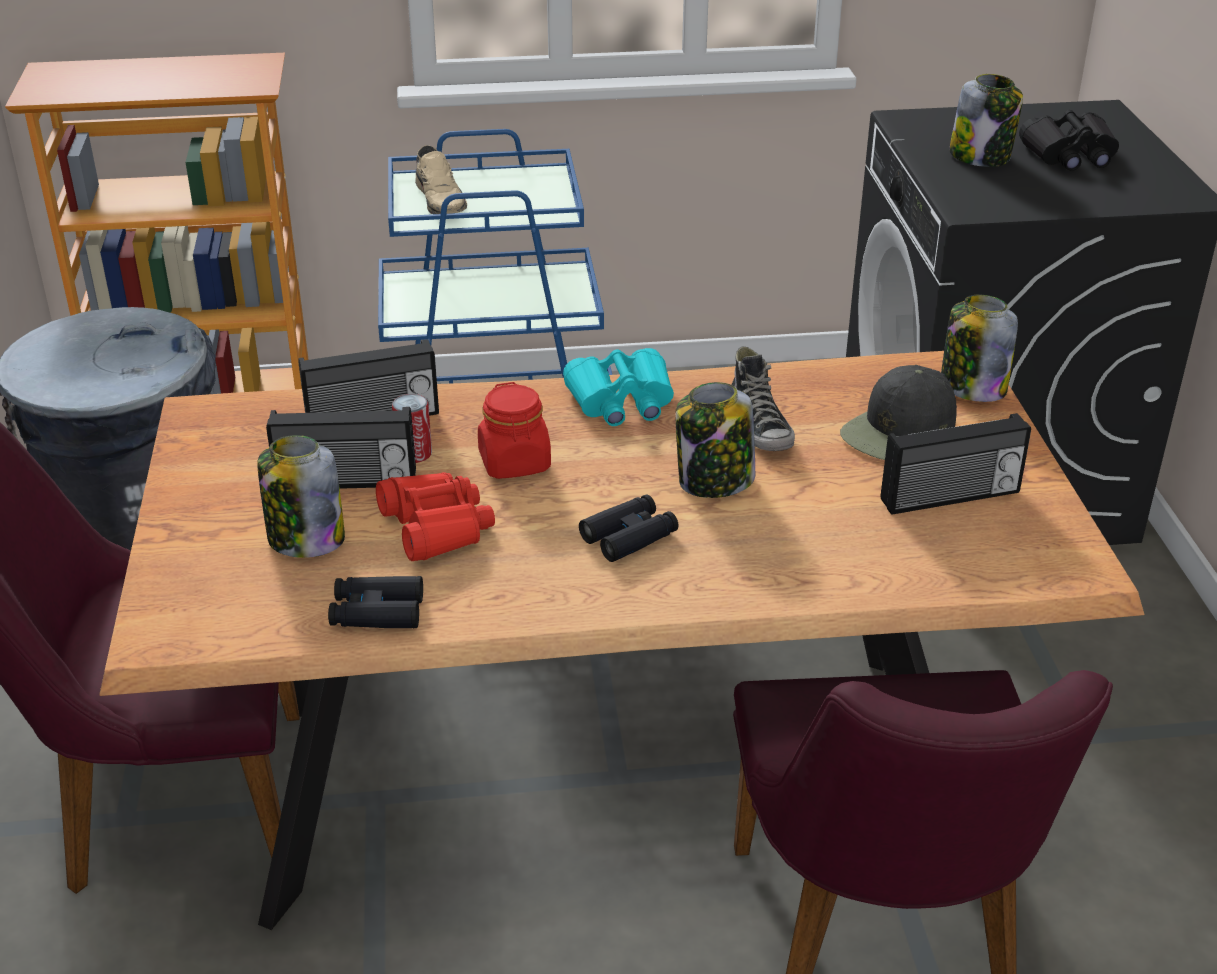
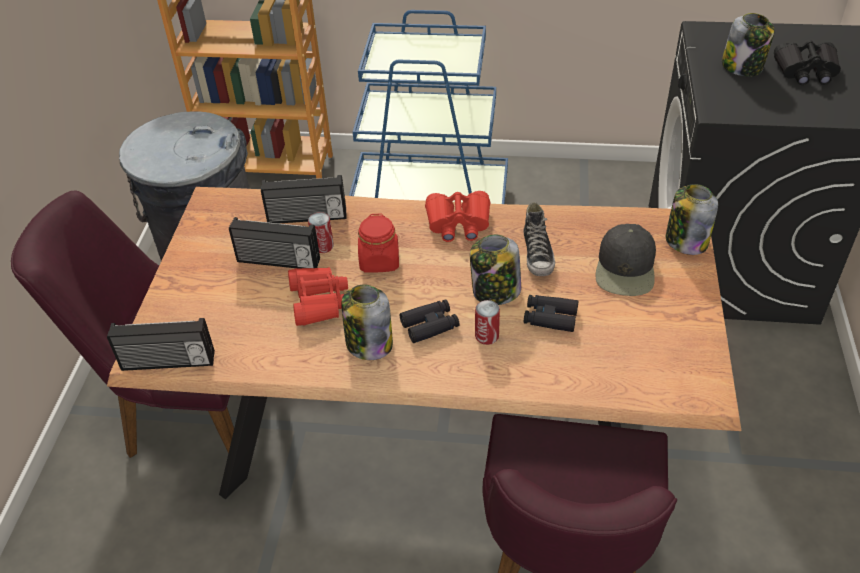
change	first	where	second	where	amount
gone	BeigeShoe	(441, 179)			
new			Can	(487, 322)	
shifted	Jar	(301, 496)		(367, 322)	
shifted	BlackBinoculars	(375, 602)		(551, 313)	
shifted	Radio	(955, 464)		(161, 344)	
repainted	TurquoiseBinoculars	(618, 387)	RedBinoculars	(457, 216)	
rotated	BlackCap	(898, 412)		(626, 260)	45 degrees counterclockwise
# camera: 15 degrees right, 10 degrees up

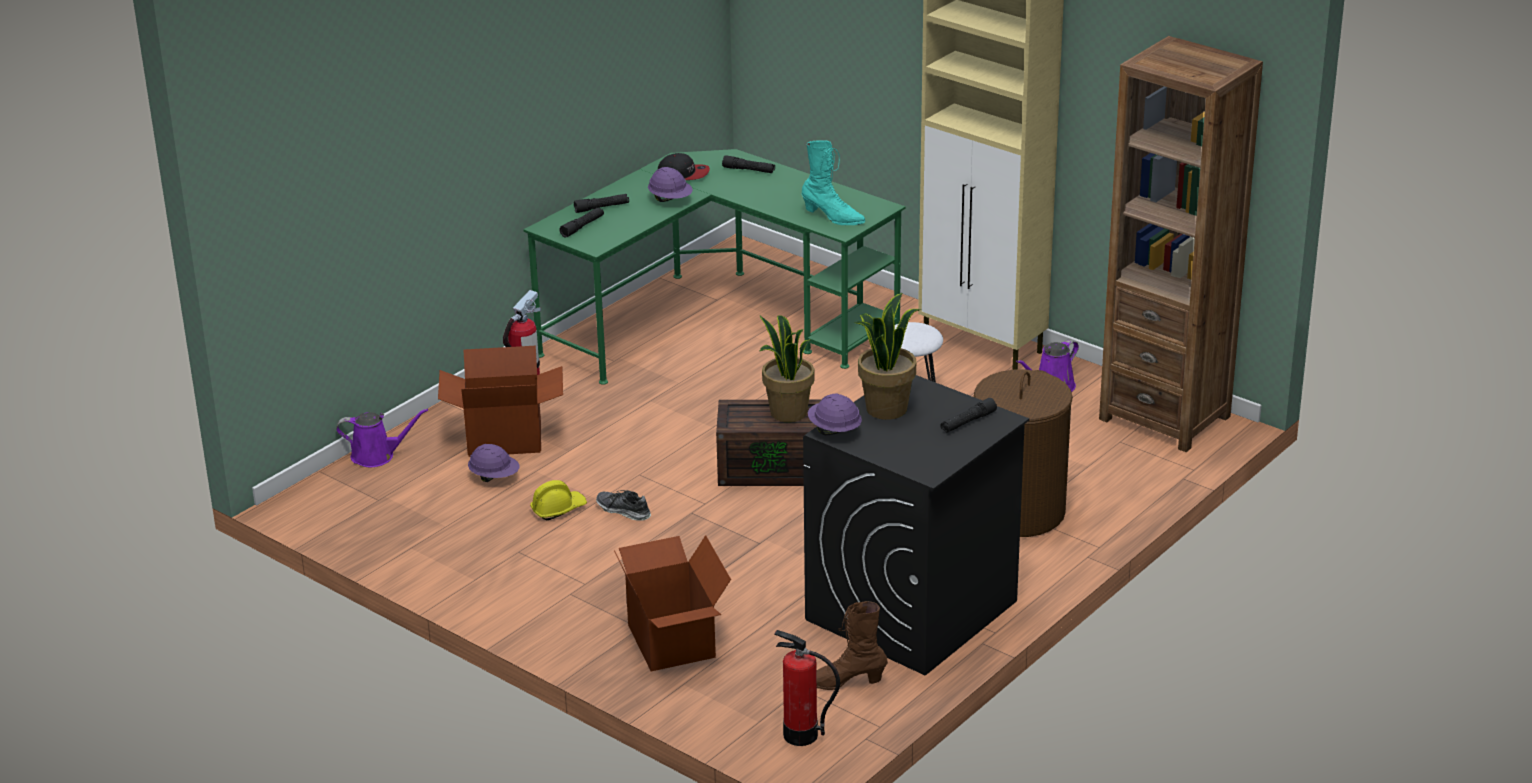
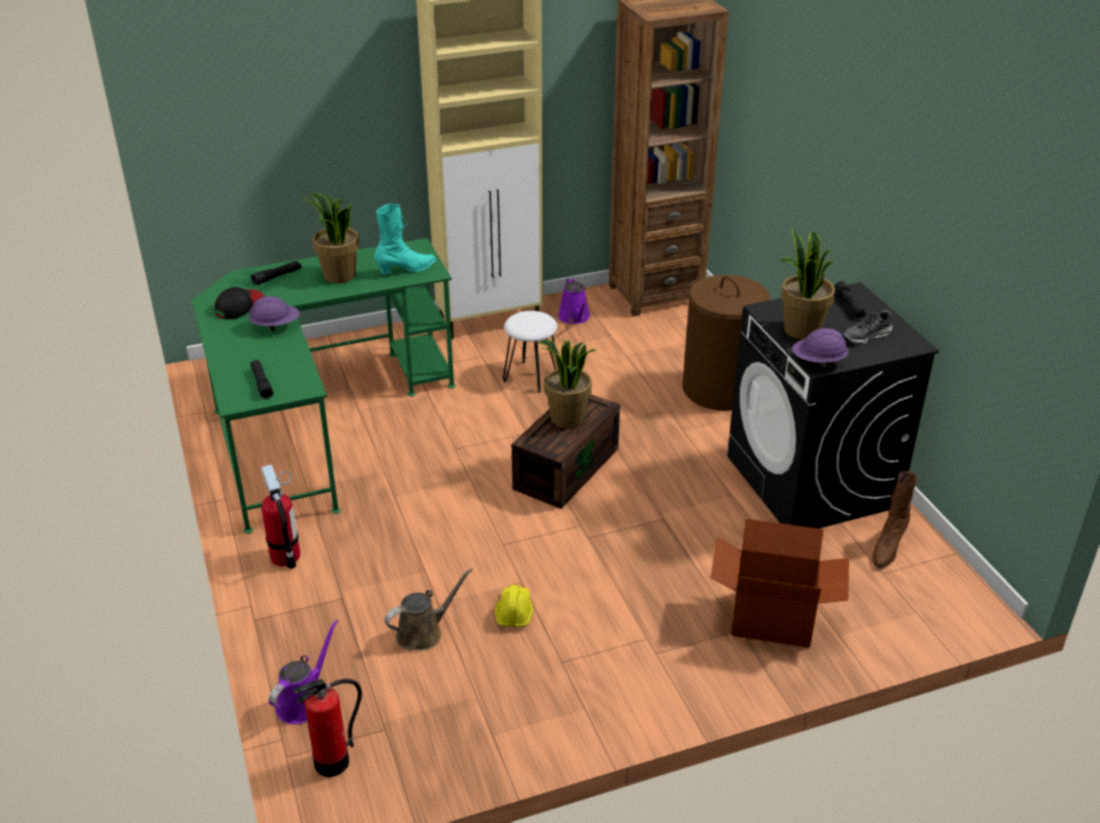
change	first	where	second	where	amount
gone	CardboardBox	(500, 401)			
gone	BlackFlashlight	(601, 203)			
new			PottedPlant	(330, 238)	
shifted	Shoe	(623, 505)		(868, 327)	
shifted	FireExtinguisher	(807, 688)		(327, 728)	
swapped	PurpleHardHat	(494, 463)	BrownWateringCan	(428, 609)	
# camera: 60 degrees left, 5 degrees up

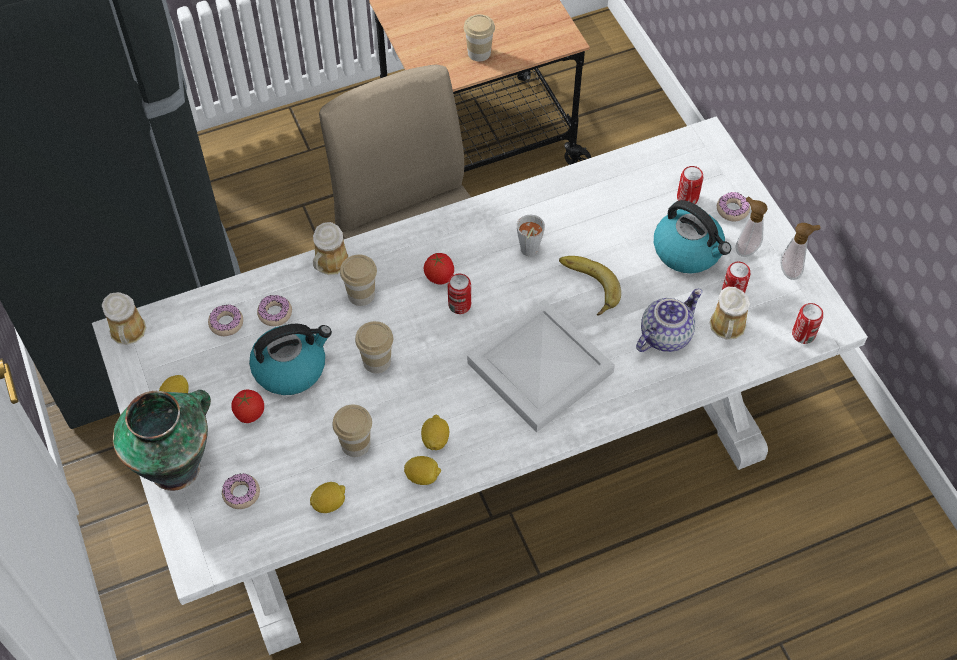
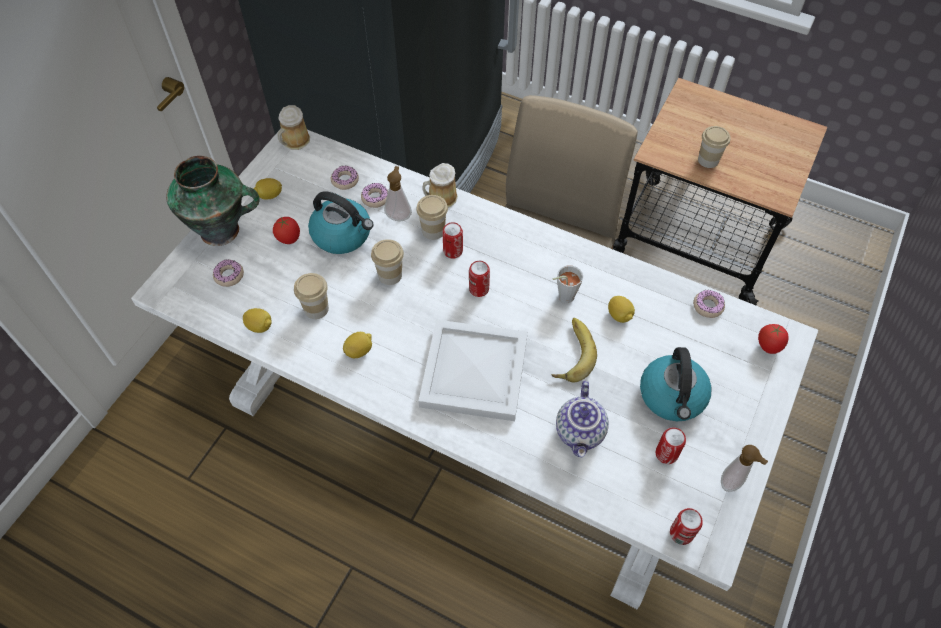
change	first	where	second	where	amount
gone	Mug	(729, 313)			
shifted	Lemon	(422, 470)		(621, 309)	
shifted	Tomato	(438, 269)		(773, 339)	
shifted	Can	(690, 185)		(452, 240)	
shifted	Donut	(733, 206)		(709, 304)	
shifted	SoapDispenser	(752, 226)		(398, 193)	
rotated	Teapot	(669, 320)		(582, 419)	90 degrees clockwise
# camera: 50 degrees right, 0 degrees up

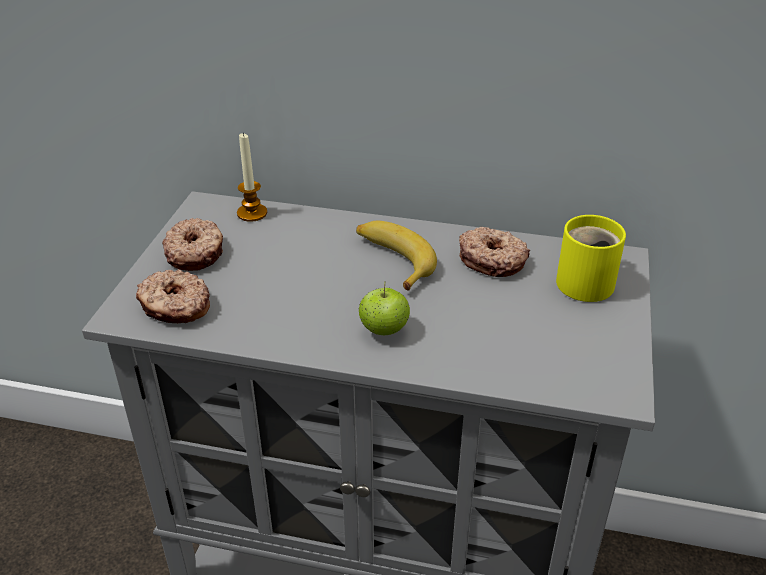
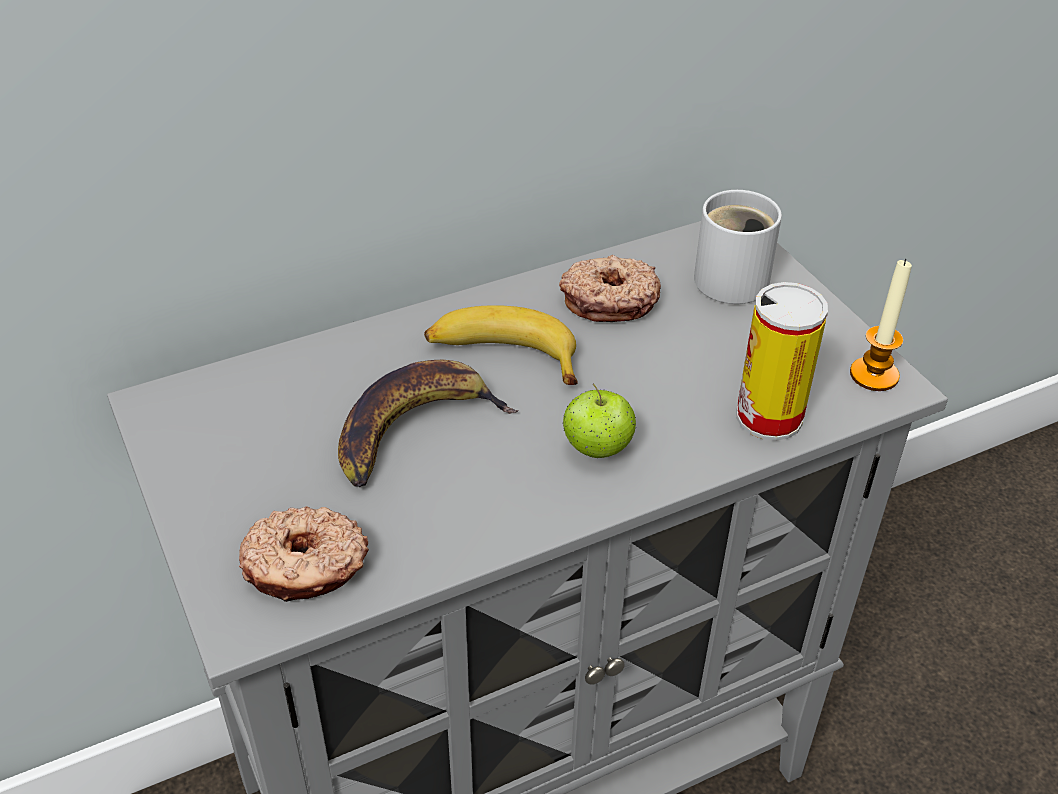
change	first	where	second	where	amount
gone	Donut	(192, 244)			
new			Banana	(428, 423)	
new			Can	(782, 361)	
shifted	Candle	(252, 177)		(881, 325)	
repainted	YellowMug	(591, 258)	WhiteMug	(738, 247)	
# camera: 40 degrees left, 5 degrees up

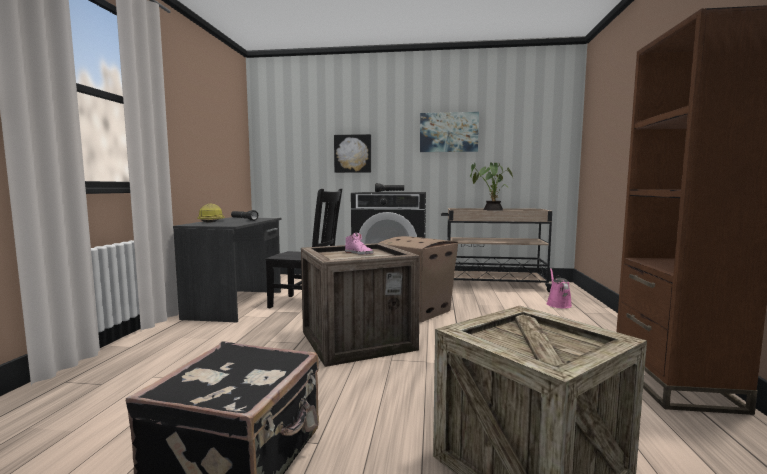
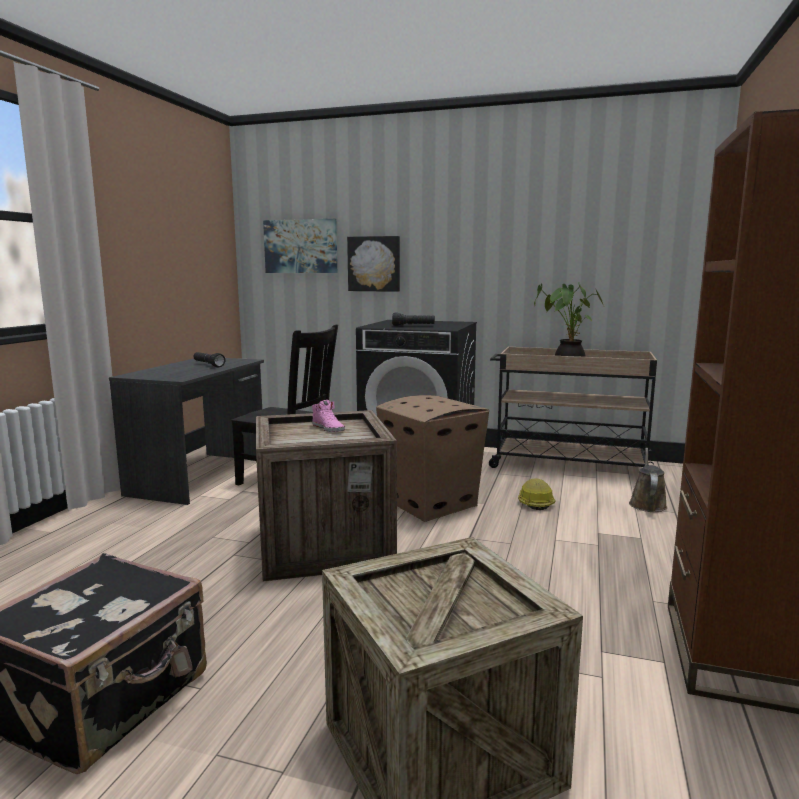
change	first	where	second	where	amount
shifted	HardHat	(211, 212)		(537, 494)	
shifted	Picture	(449, 132)		(300, 246)	
repainted	PinkWateringCan	(559, 288)	BrownWateringCan	(648, 480)	
# camera: 10 degrees right, 5 degrees up

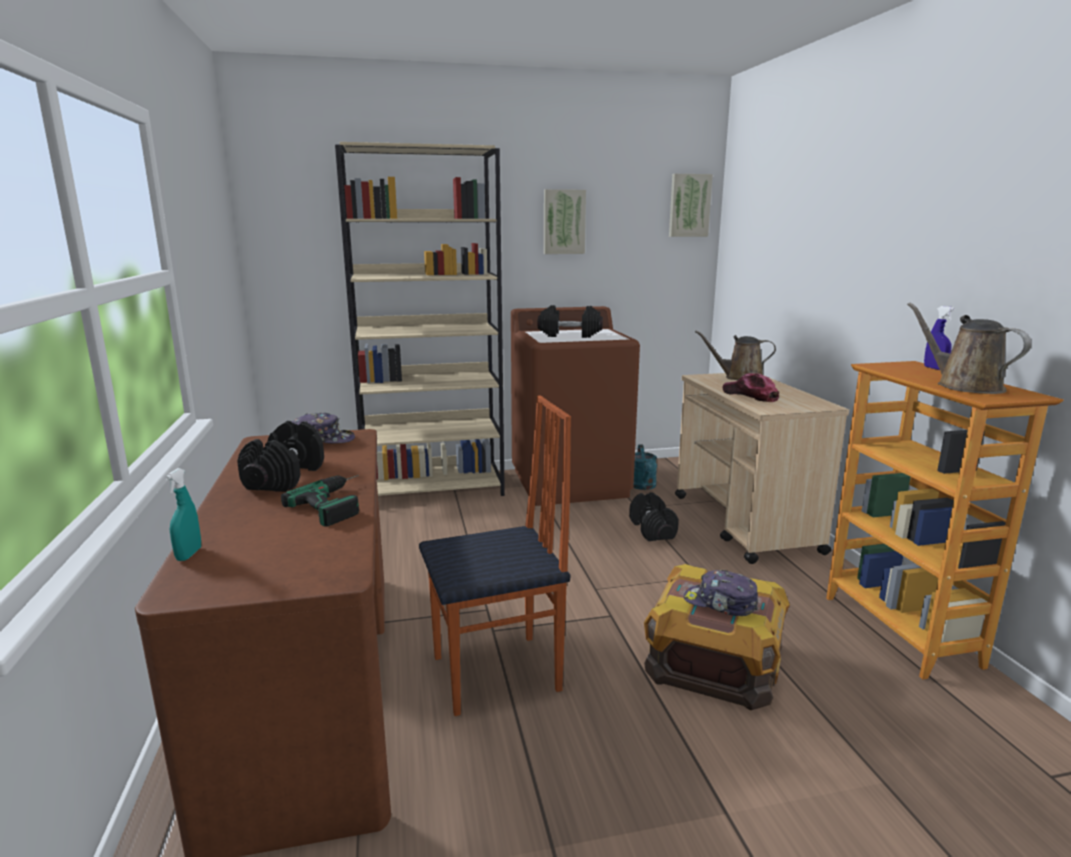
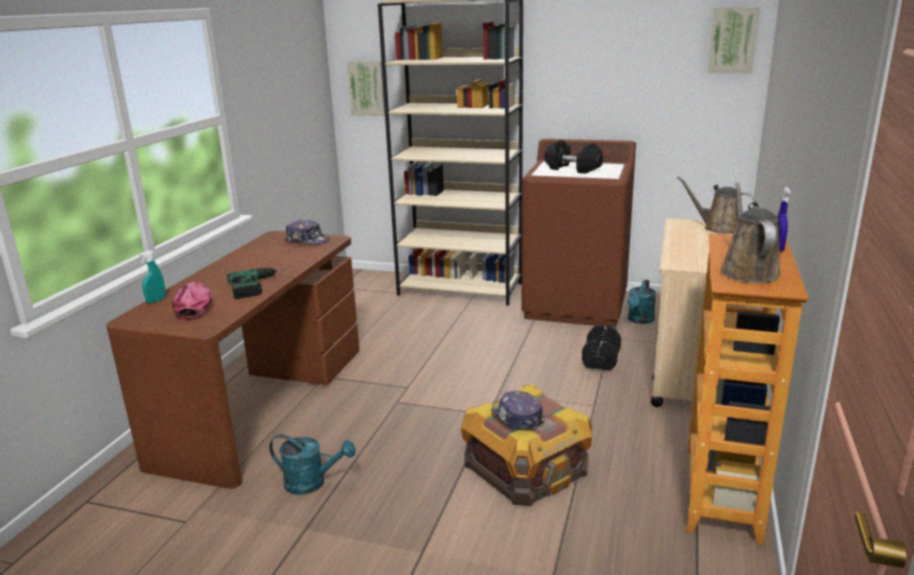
change	first	where	second	where	amount
gone	BlackDumbbell	(280, 456)			
gone	Chair	(495, 556)			
new			TurquoiseWateringCan	(312, 464)	
shifted	Picture	(565, 221)		(366, 88)	
shifted	Cap	(751, 387)		(192, 301)	
# camera: 30 degrees right, 5 degrees up

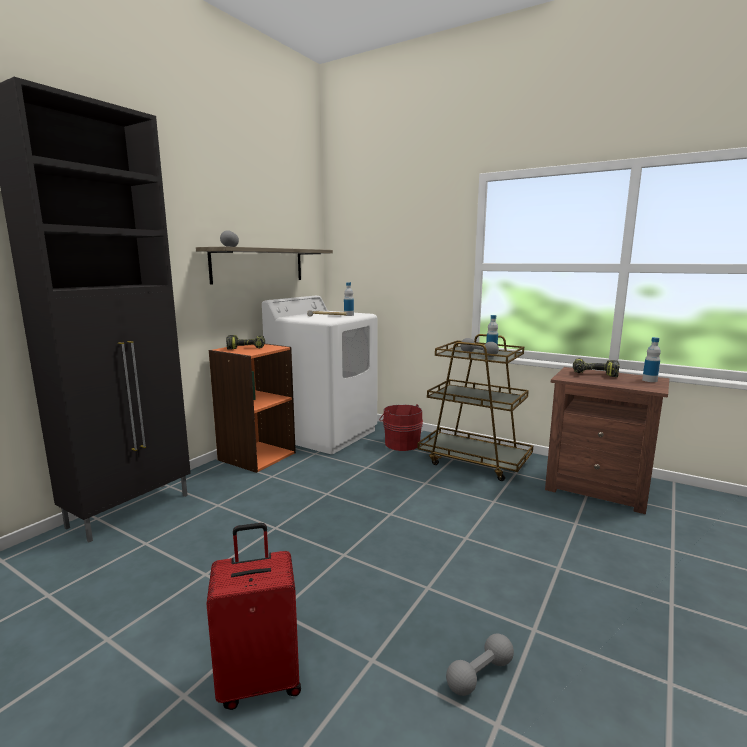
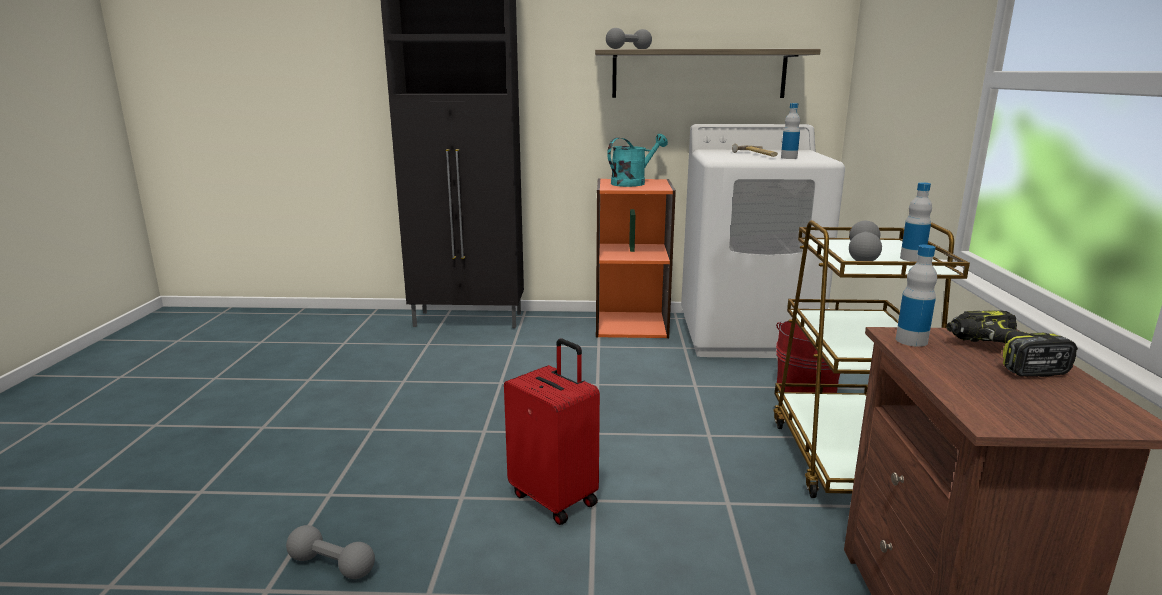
change	first	where	second	where	amount
shifted	RedSuitcase	(253, 616)		(552, 432)	
shifted	Bottle	(651, 359)		(916, 296)	
swapped	PowerDrill	(245, 342)	TurquoiseWateringCan	(637, 160)	
# camera: 60 degrees right, 5 degrees up

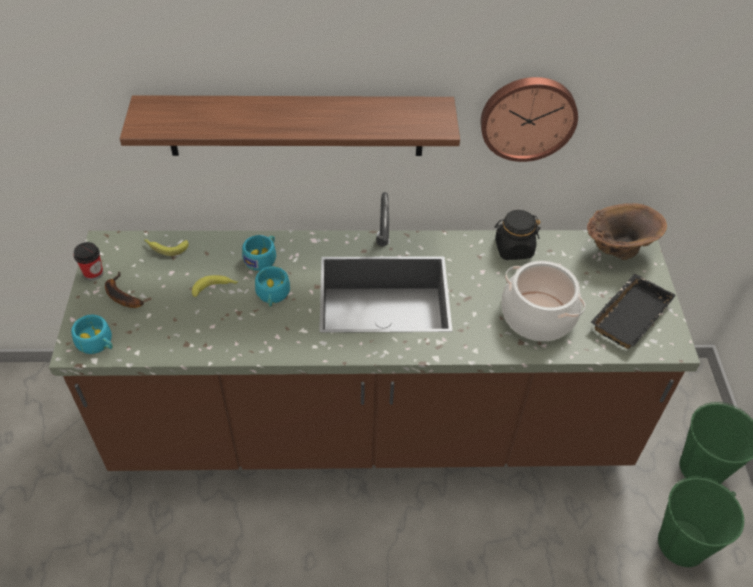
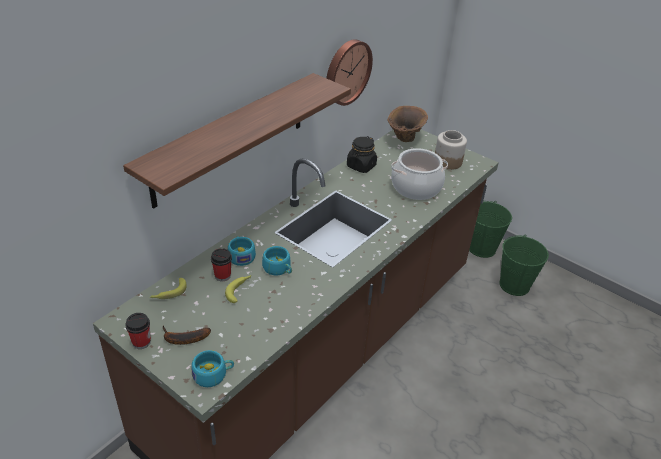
change	first	where	second	where	amount
new			Cup	(221, 264)	
swapped	BlackTray	(633, 311)	Jar	(451, 150)	
# camera: 50 degrees left, 10 degrees down

